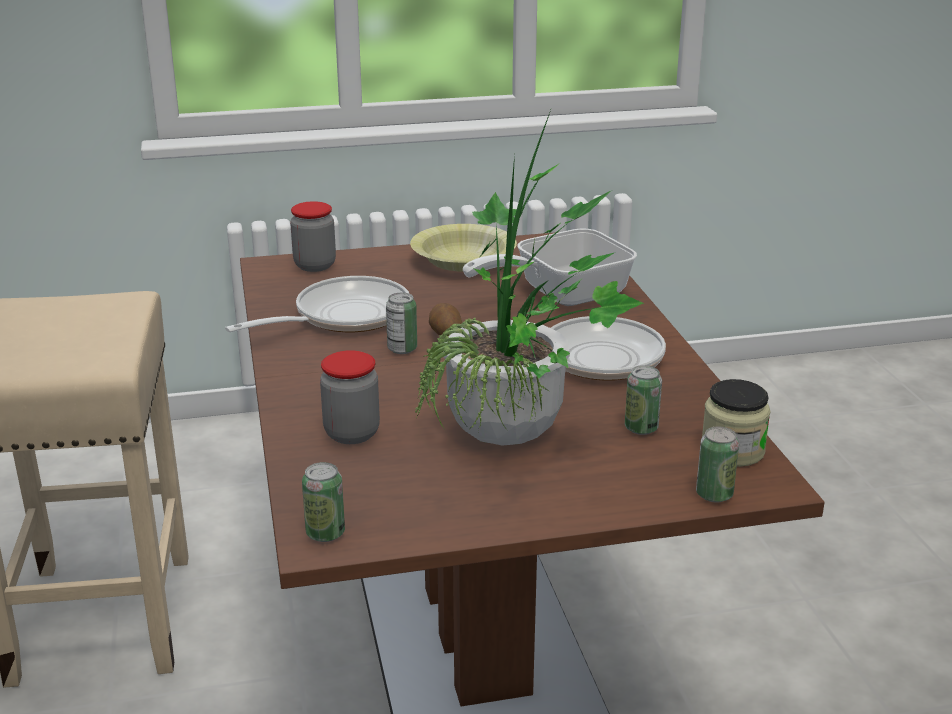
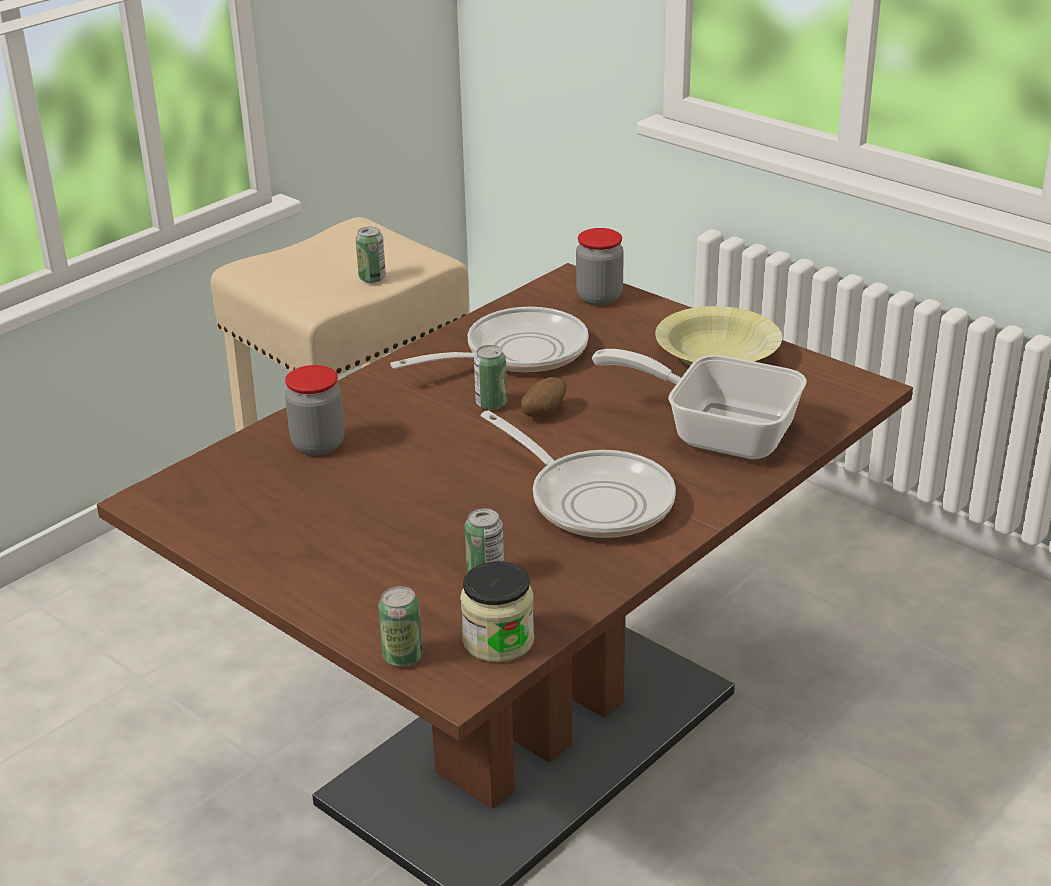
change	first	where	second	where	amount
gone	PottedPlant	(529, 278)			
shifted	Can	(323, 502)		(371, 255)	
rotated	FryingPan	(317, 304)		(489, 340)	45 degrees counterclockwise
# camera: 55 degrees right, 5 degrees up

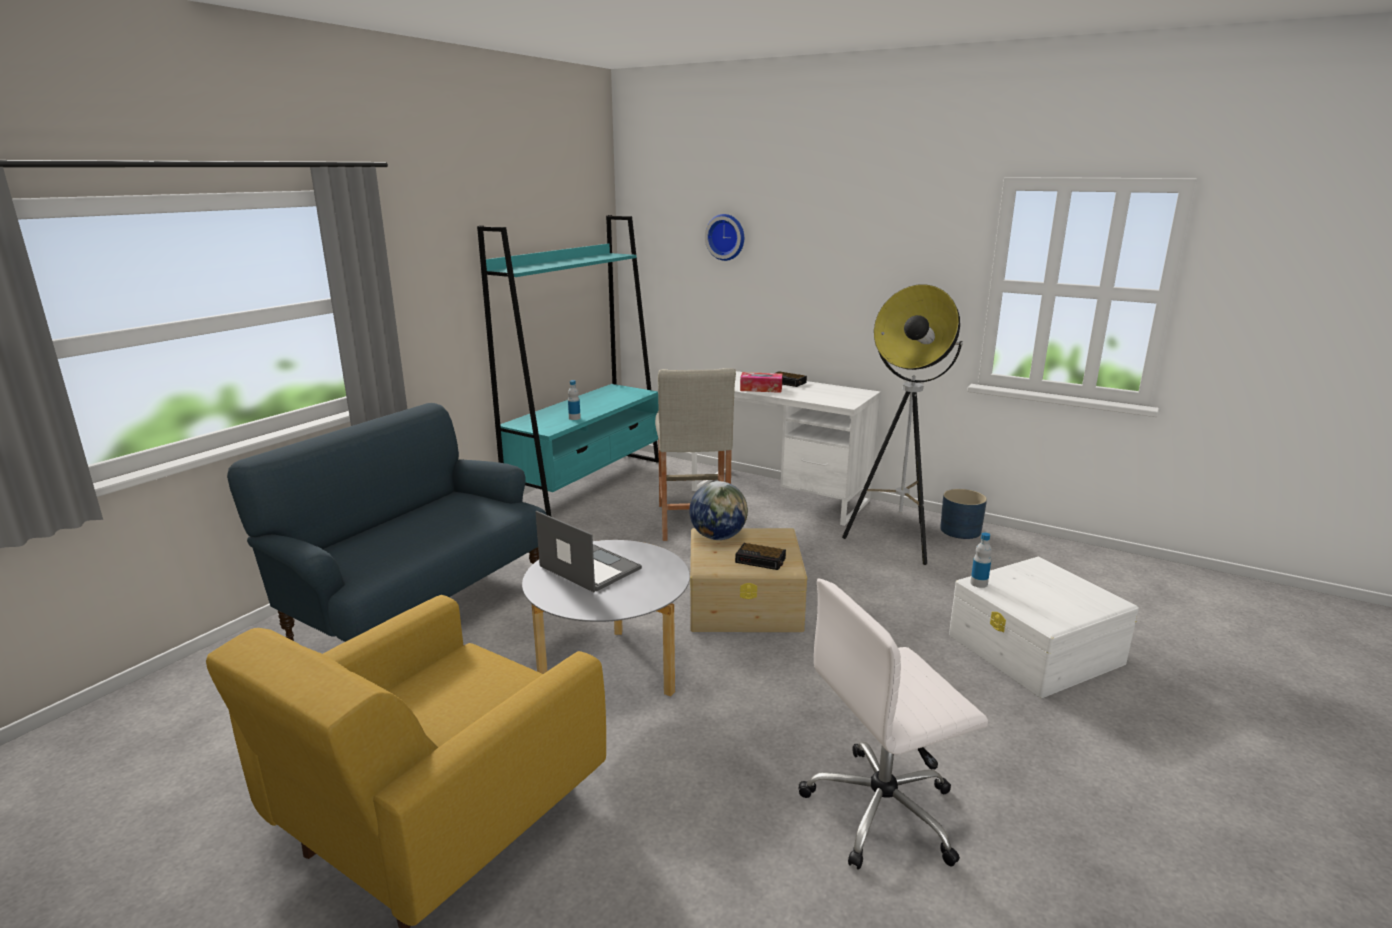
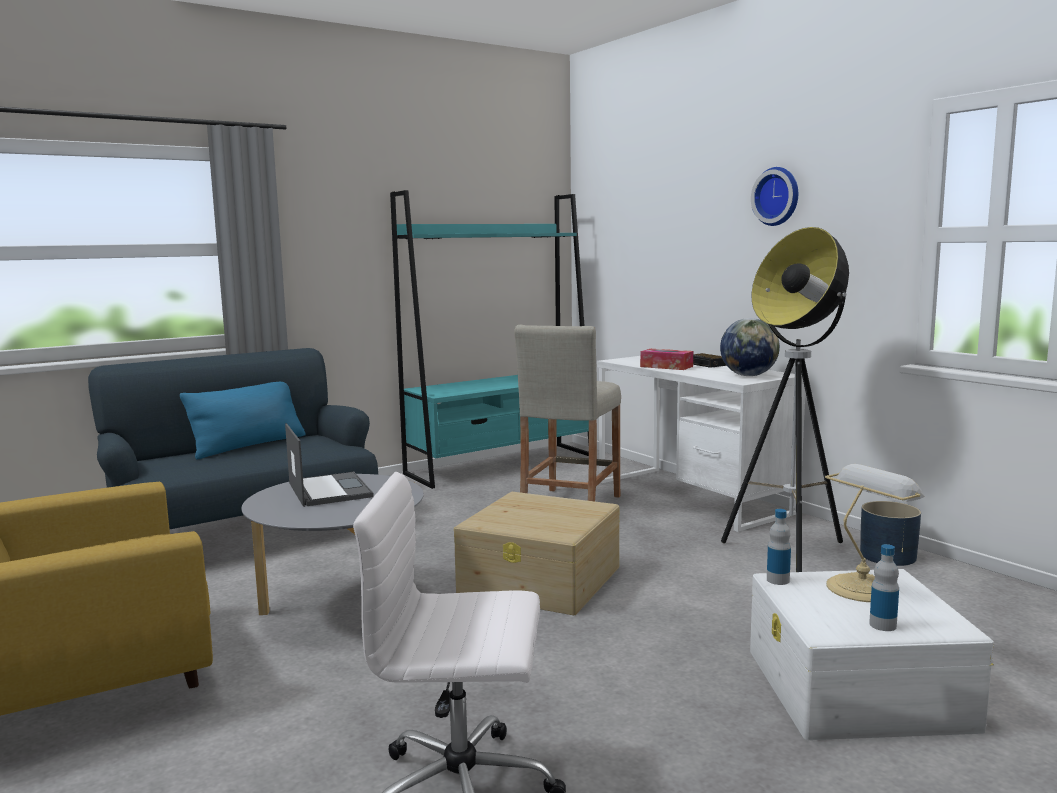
change	first	where	second	where	amount
gone	AlarmClock	(760, 556)			
new			BluePillow	(243, 421)	
new			TableLamp	(875, 533)	
shifted	Bottle	(574, 400)		(884, 587)	
shifted	Globe	(718, 510)		(750, 347)	
shifted	WallClock	(724, 237)		(774, 196)	
# camera: 25 degrees right, 10 degrees down

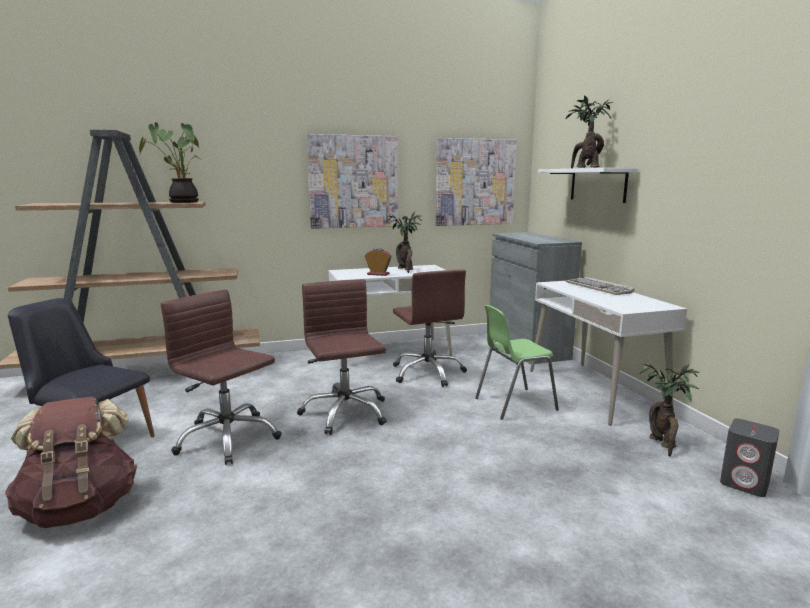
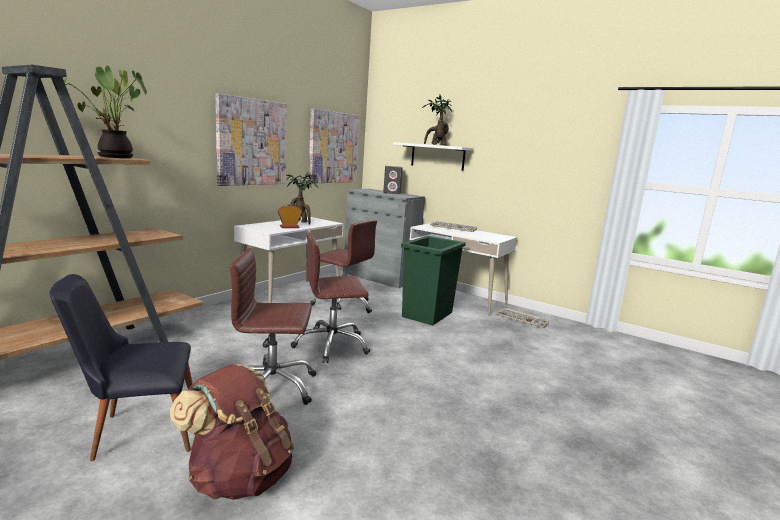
change	first	where	second	where	amount
shifted	GreySpeaker	(749, 457)		(393, 180)	
swapped	GreenChair	(517, 362)	GreenTrashCan	(433, 280)	
swapped	PottedPlant	(669, 410)	Keyboard	(522, 318)	
rotated	BrownOfficeChair	(342, 357)		(330, 298)	45 degrees counterclockwise
# camera: 40 degrees left, 0 degrees up

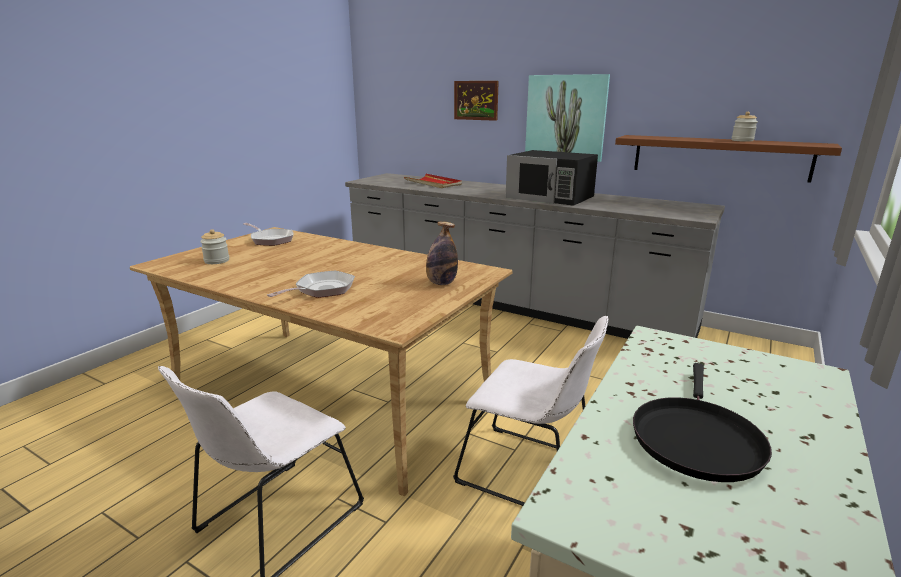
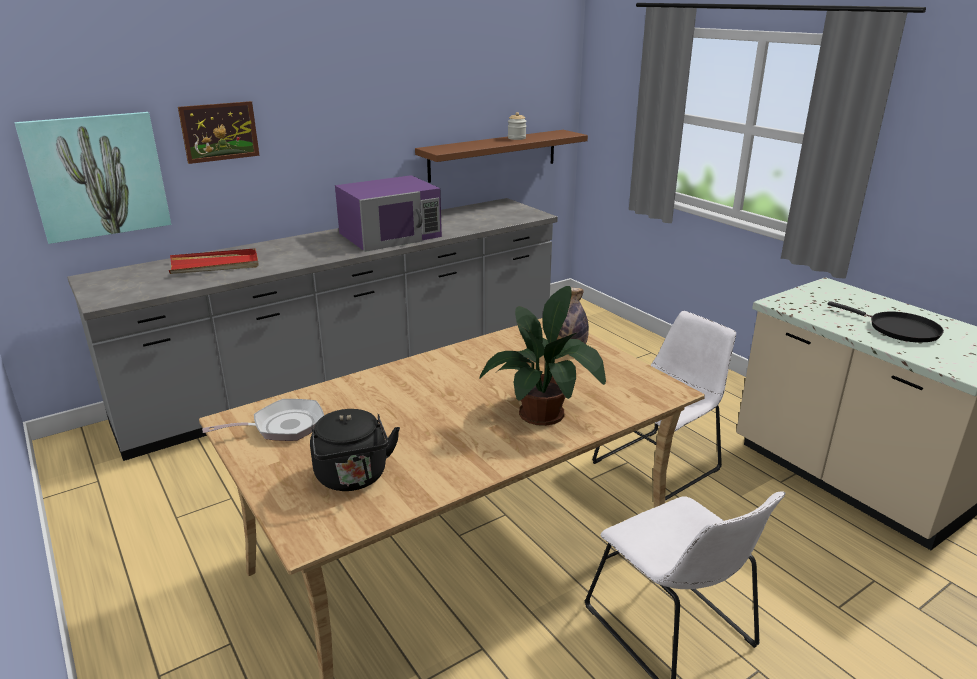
change	first	where	second	where	amount
shifted	Picture	(567, 118)		(92, 178)	
swapped	Jar	(214, 246)	BlackKettle	(355, 450)	
swapped	FryingPan	(311, 284)	PottedPlant	(543, 356)	
repainted	BlackMicrowave	(552, 178)	PurpleMicrowave	(388, 213)	
# camera: 65 degrees left, 5 degrees up

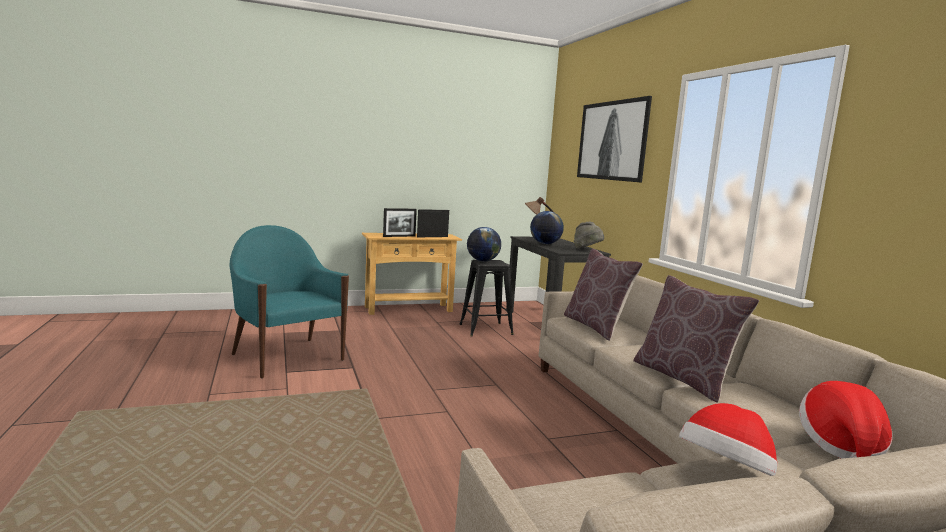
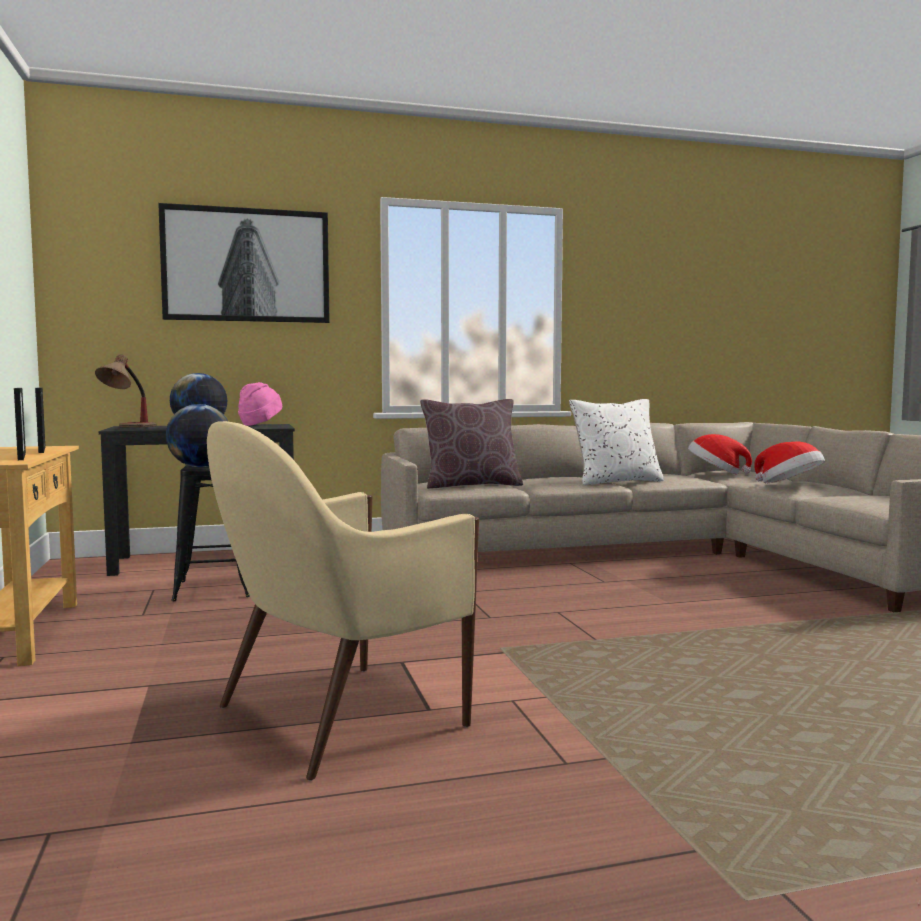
change	first	where	second	where	amount
repainted	TurquoiseArmchair	(289, 302)	BeigeArmchair	(343, 601)	
repainted	GreyHat	(589, 235)	PinkHat	(260, 404)	
repainted	BrownPillow	(696, 339)	WhitePillow	(616, 442)	
# camera: 85 degrees left, 5 degrees down

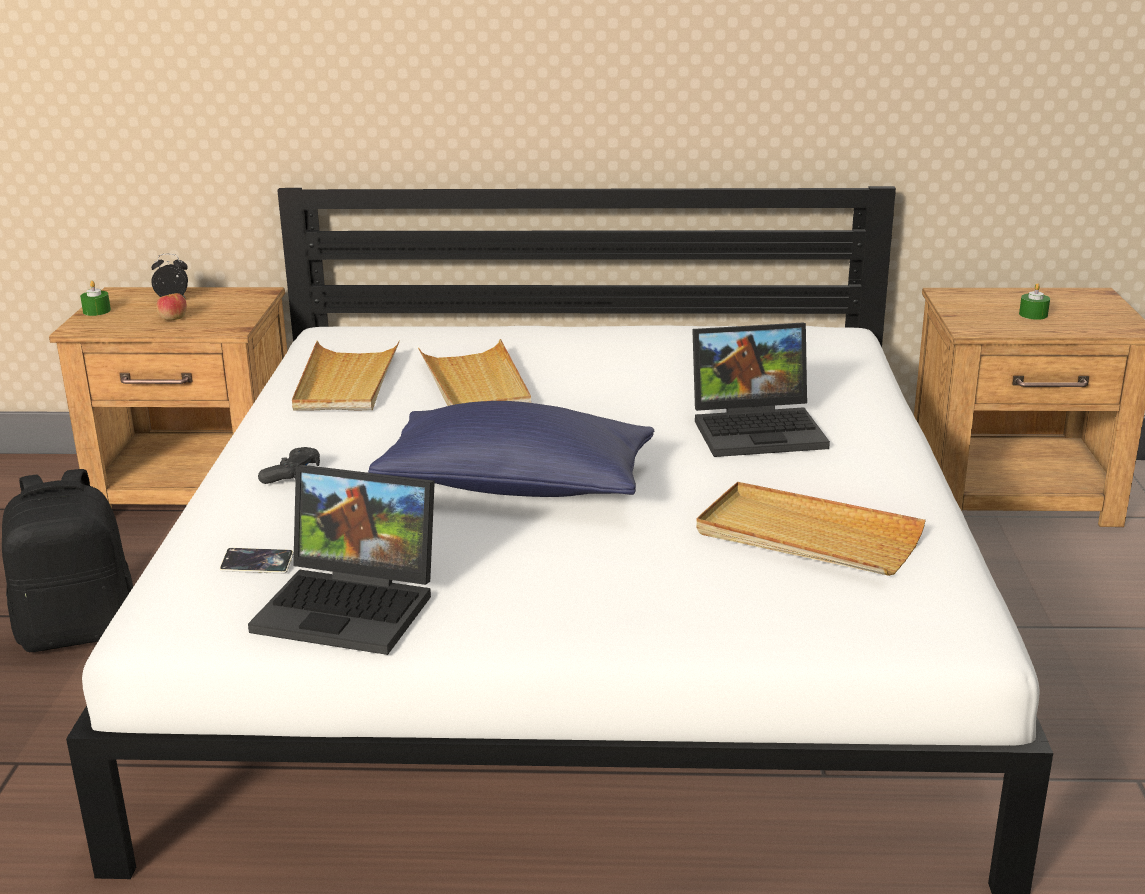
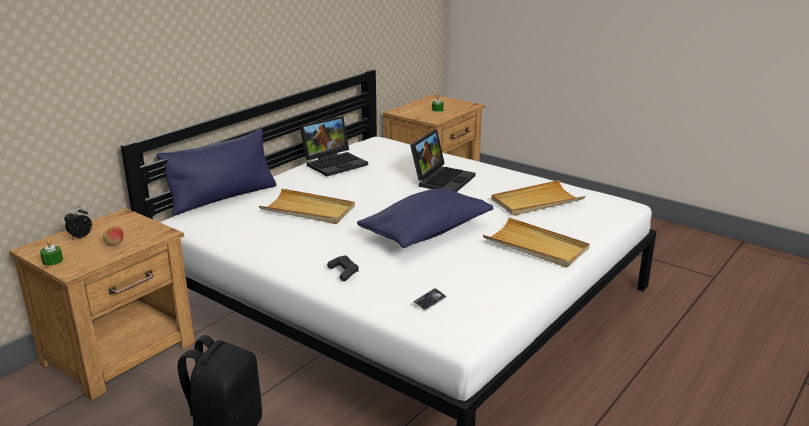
change	first	where	second	where	amount
new			BluePillow	(217, 172)	
shifted	Laptop	(341, 560)		(334, 146)	
shifted	BeigeTray	(346, 375)		(536, 243)	
# camera: 55 degrees left, 0 degrees up

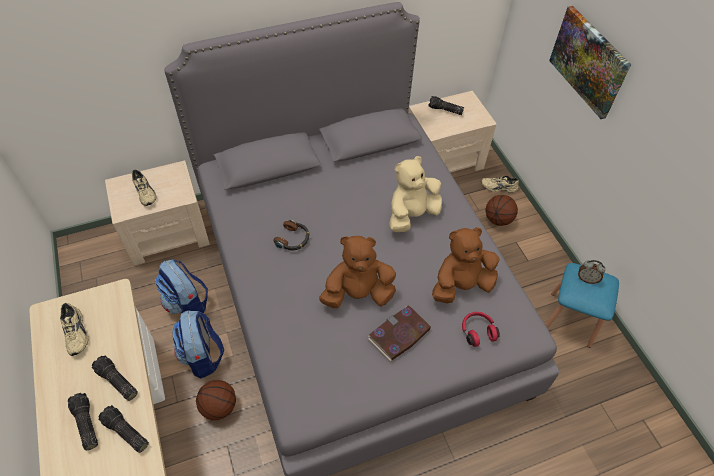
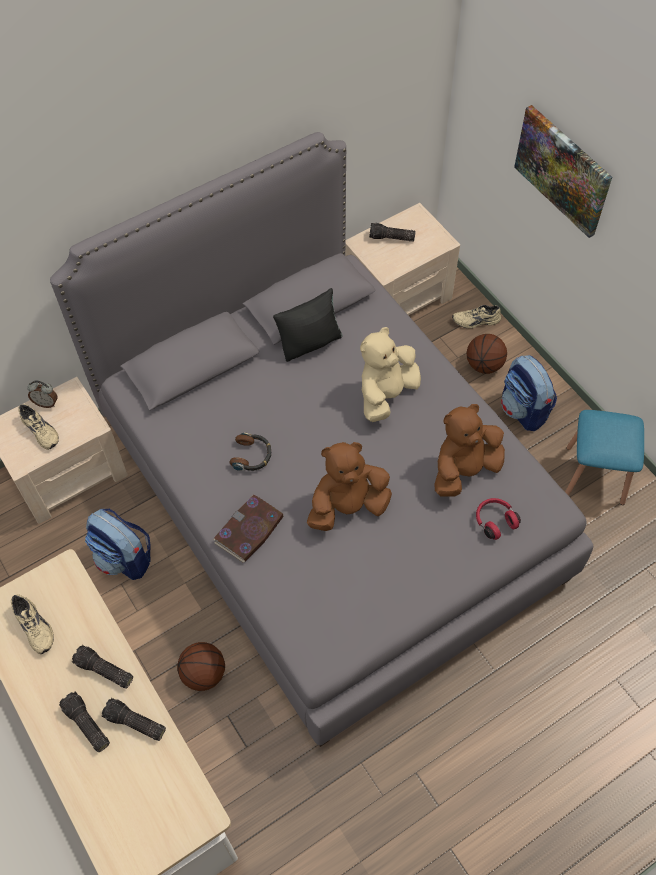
change	first	where	second	where	amount
new			BlackPillow	(308, 325)	
shifted	Backpack	(198, 344)		(529, 393)	
shifted	Book	(399, 333)		(249, 529)	
shifted	AlarmClock	(592, 272)		(42, 394)	
# camera: 10 degrees left, 5 degrees up

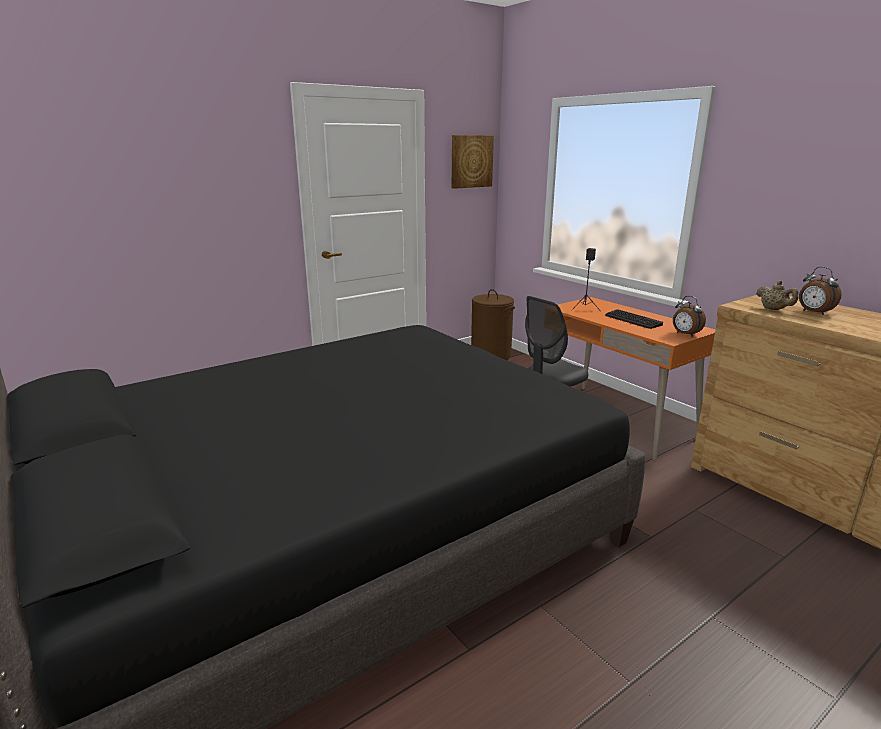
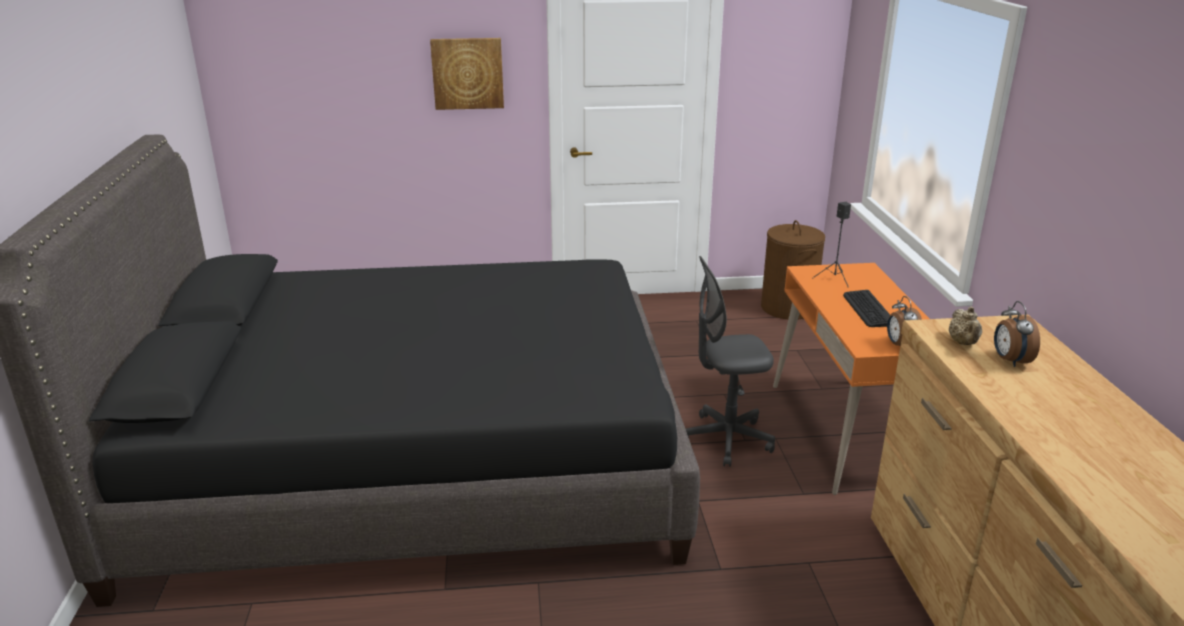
change	first	where	second	where	amount
shifted	Picture	(473, 162)		(467, 74)	
# camera: 30 degrees right, 5 degrees up

